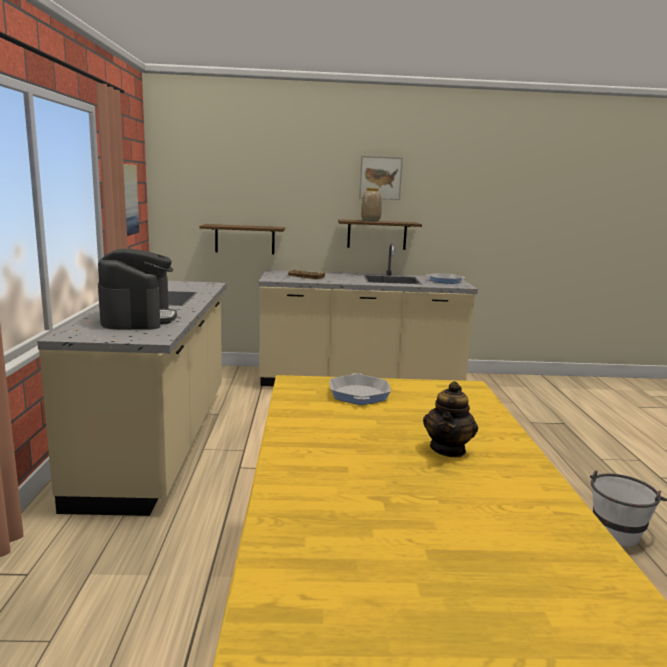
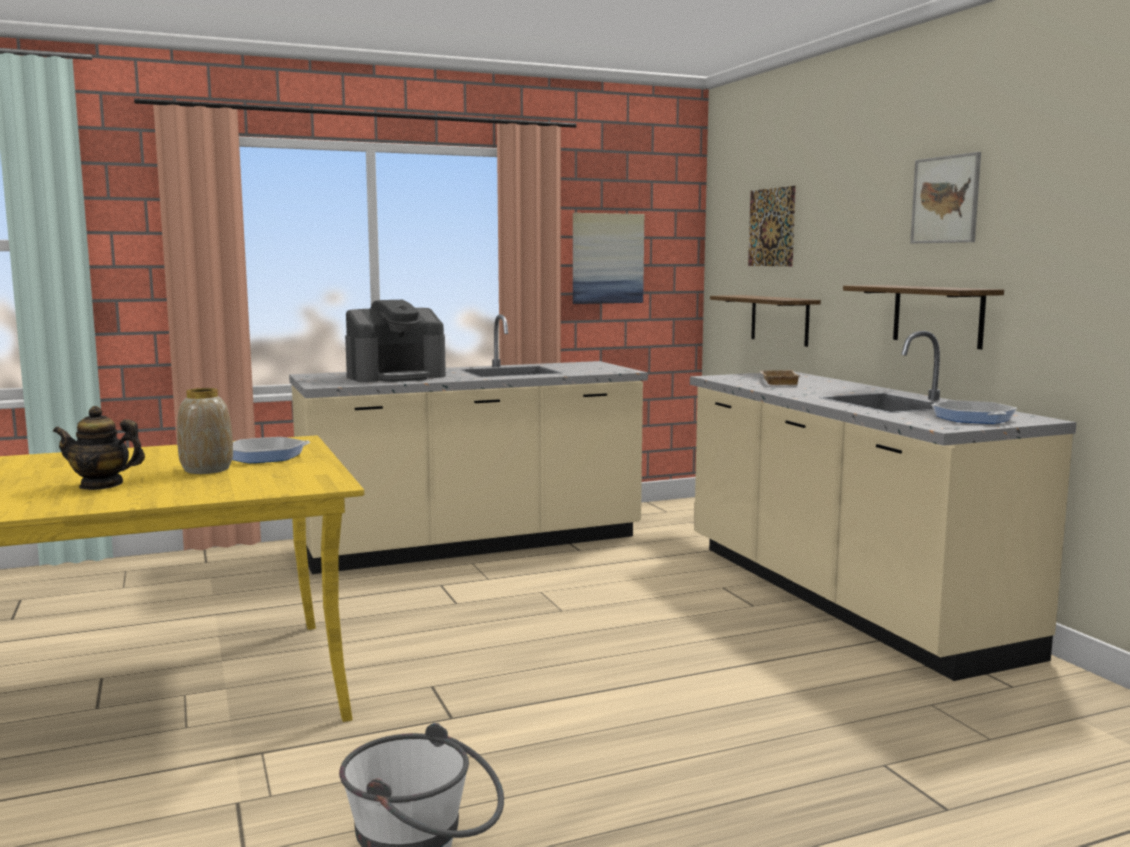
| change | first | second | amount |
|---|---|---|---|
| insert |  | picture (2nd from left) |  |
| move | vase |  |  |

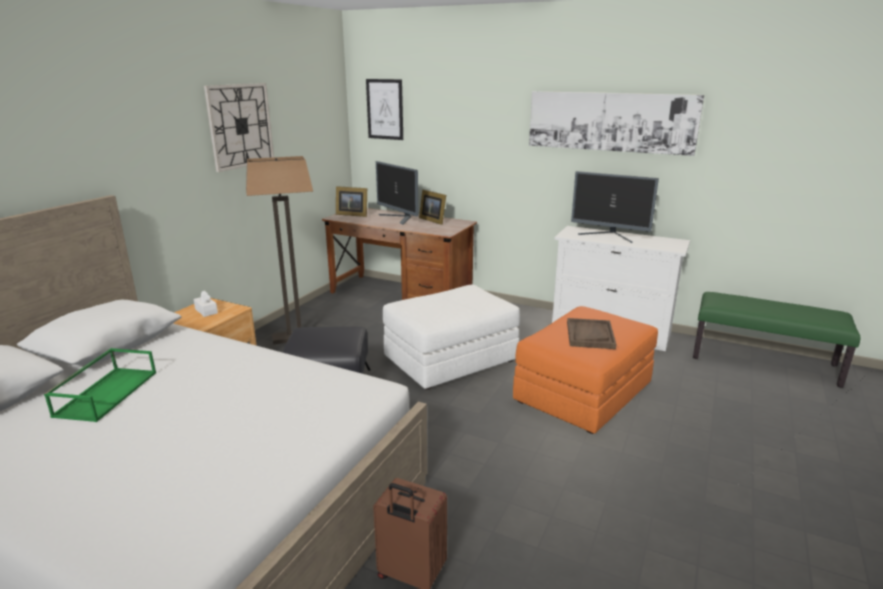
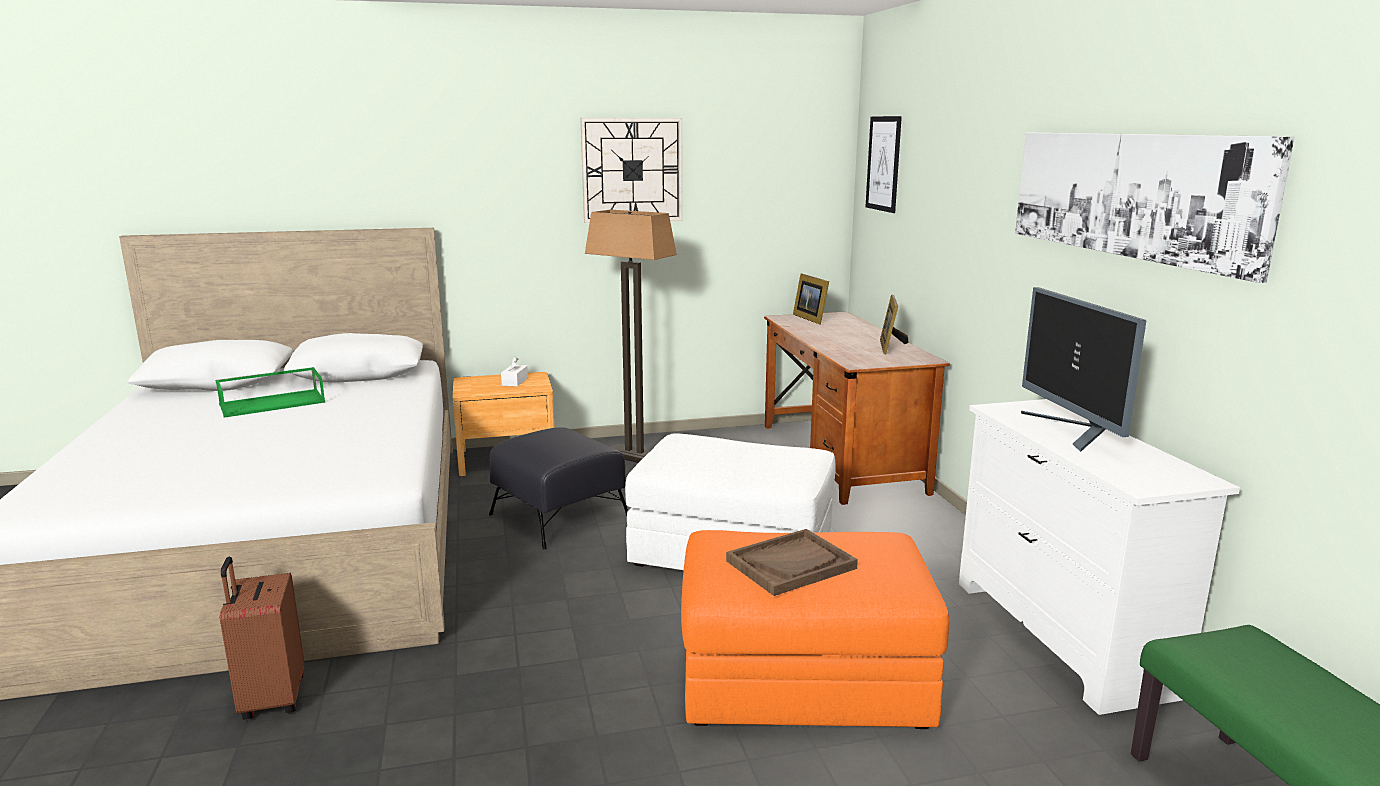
| change | first | second | amount |
|---|---|---|---|
| delete | monitor (1st from left) |  |  |

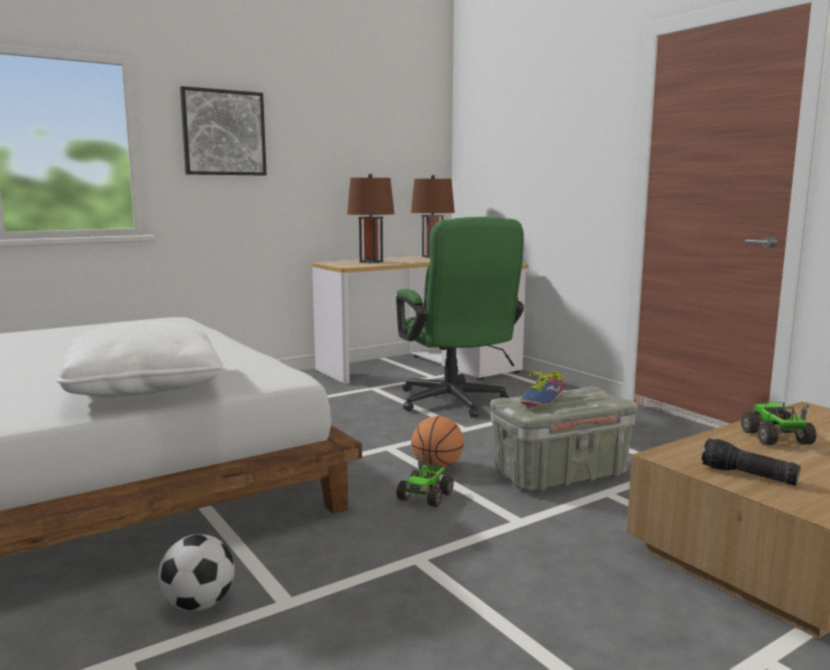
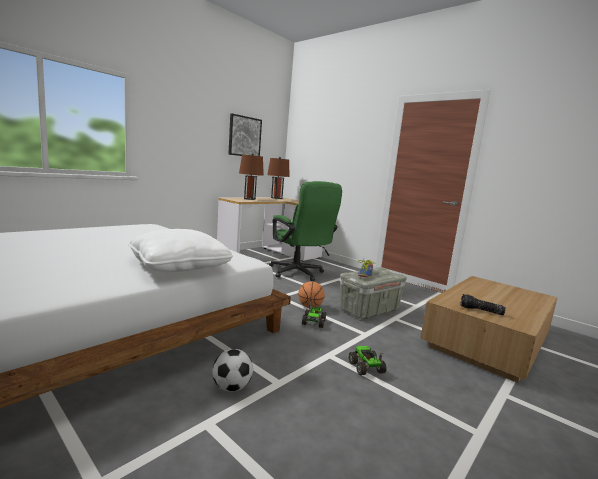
| change | first | second | amount |
|---|---|---|---|
| move | picture |  |  |
| move | toy truck (2nd from left) |  |  |

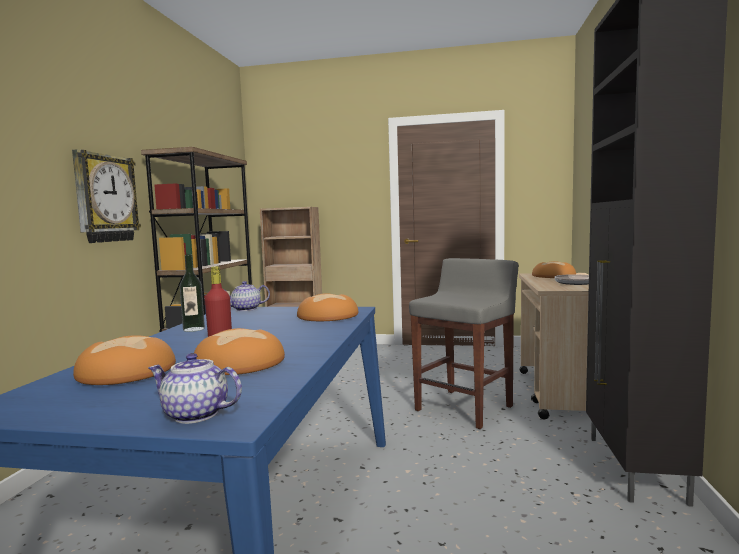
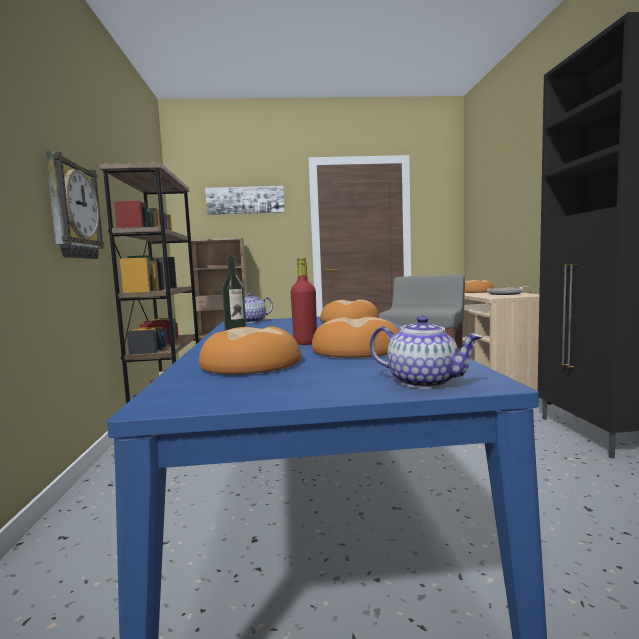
| change | first | second | amount |
|---|---|---|---|
| insert |  | picture |  |
| rotate | teapot (1st from left in the first image) | teapot (2nd from left) | 150 degrees counterclockwise |

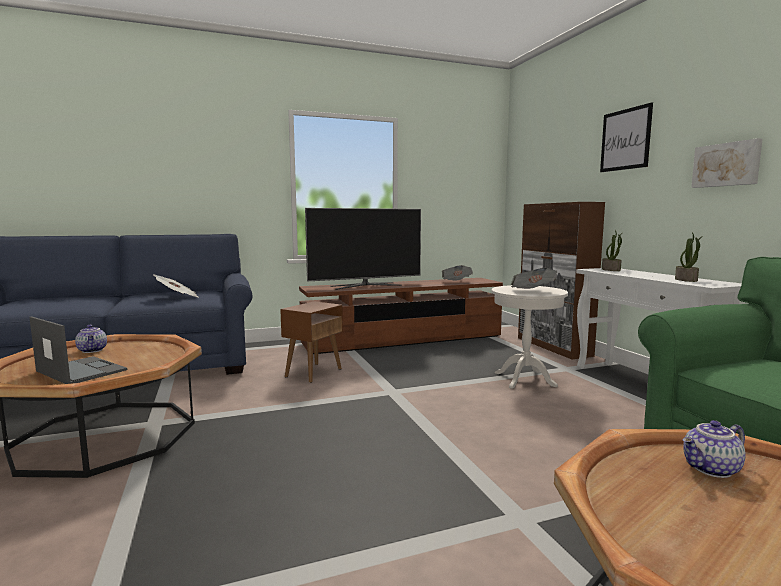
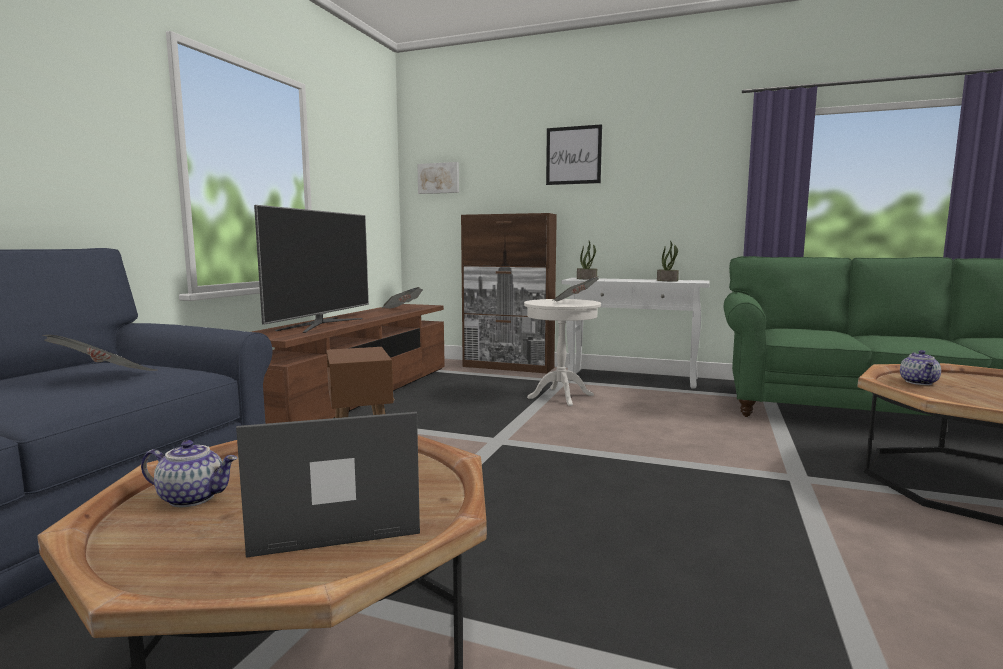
| change | first | second | amount |
|---|---|---|---|
| move | picture (2nd from left in the first image) | picture (1st from left) |  |

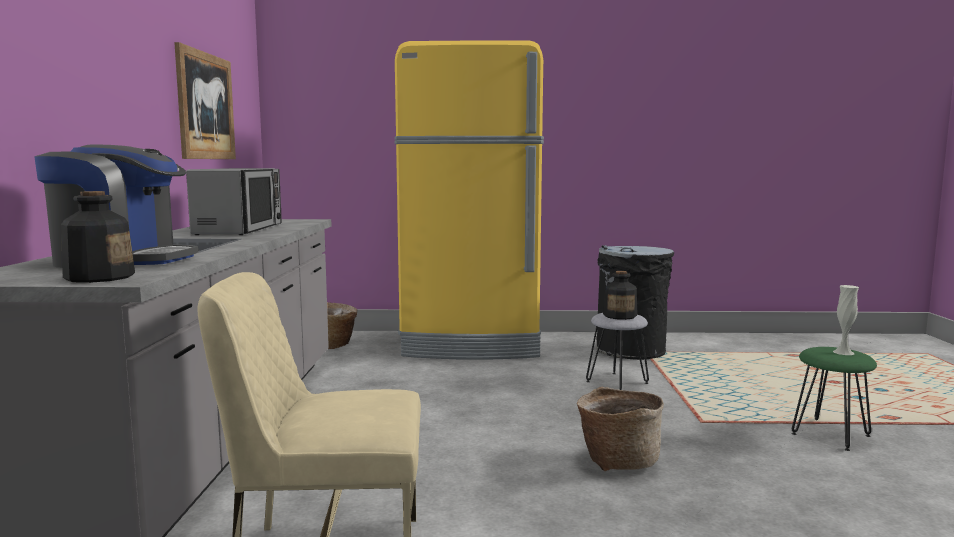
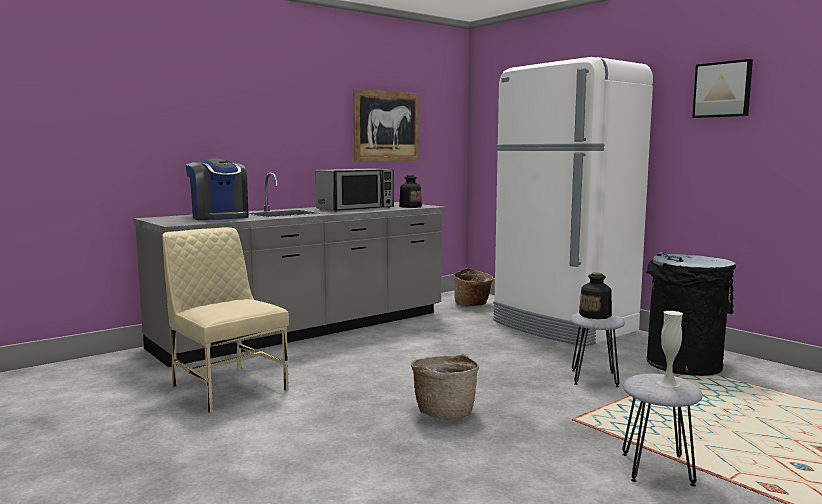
| change | first | second | amount |
|---|---|---|---|
| insert |  | picture (2nd from left) |  |
| move | bottle (1st from left) |  |  |
| recolor | yellow fridge | white fridge |  |
| recolor | green stool | grey stool (2nd from left) |  |

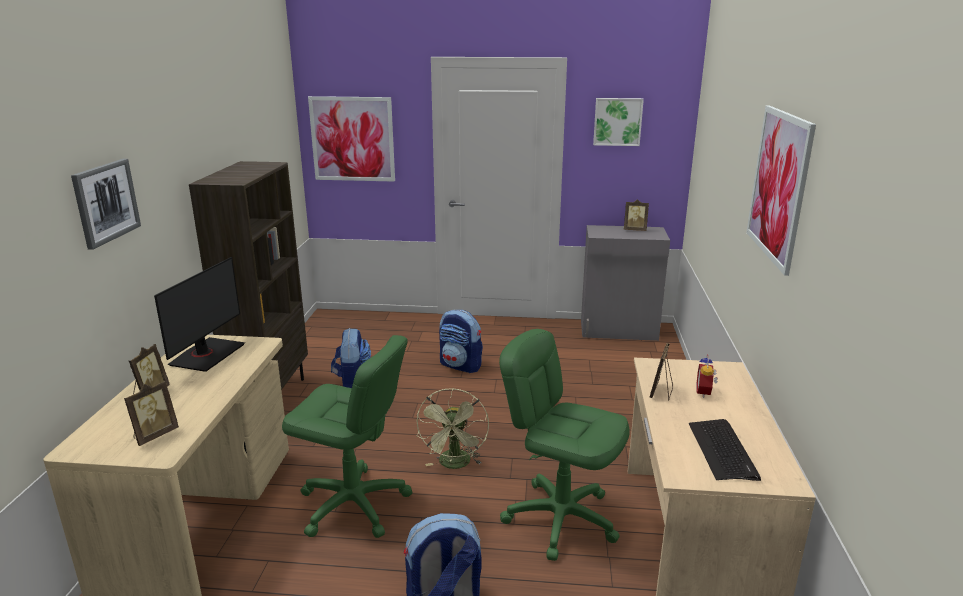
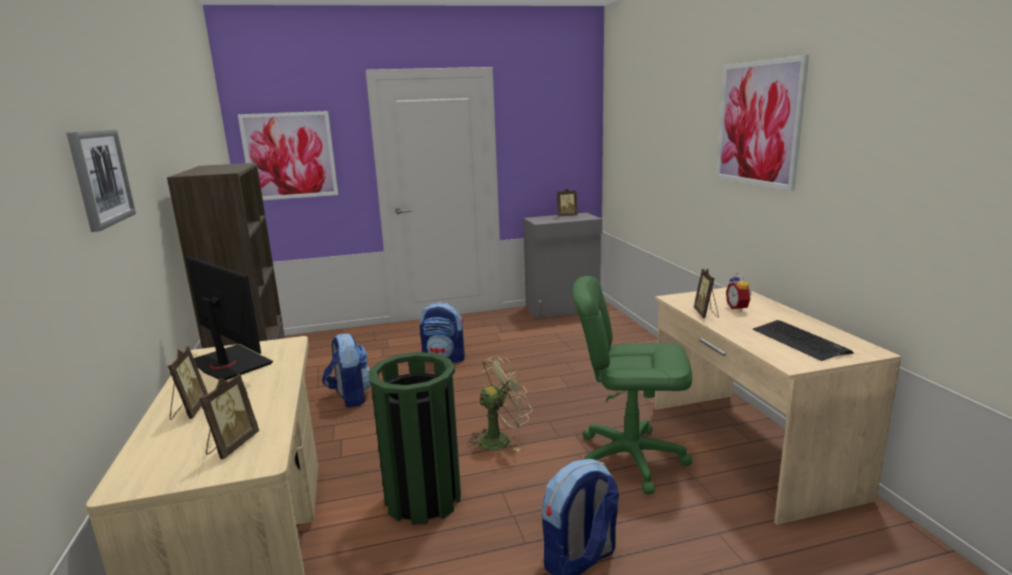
| change | first | second | amount |
|---|---|---|---|
| delete | picture (3rd from left) |  |  |
| replace | green office chair (1st from left) | green trash can |  |
| rotate | monitor |  | 45 degrees counterclockwise |
| rotate | green fan |  | 105 degrees counterclockwise |

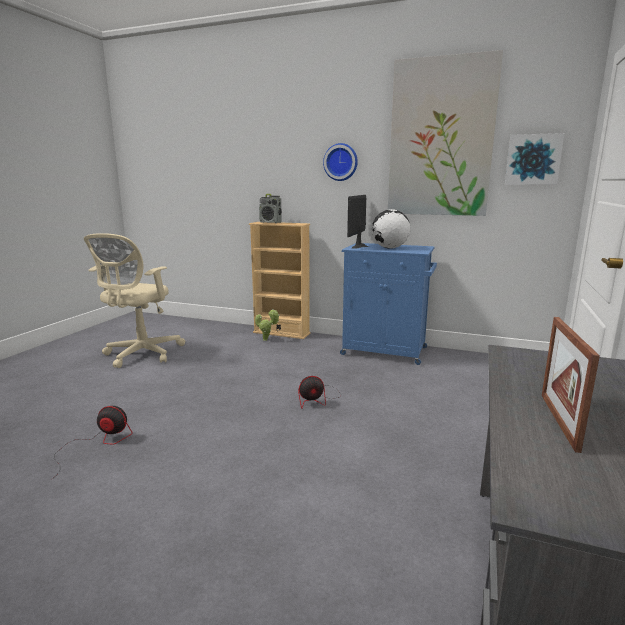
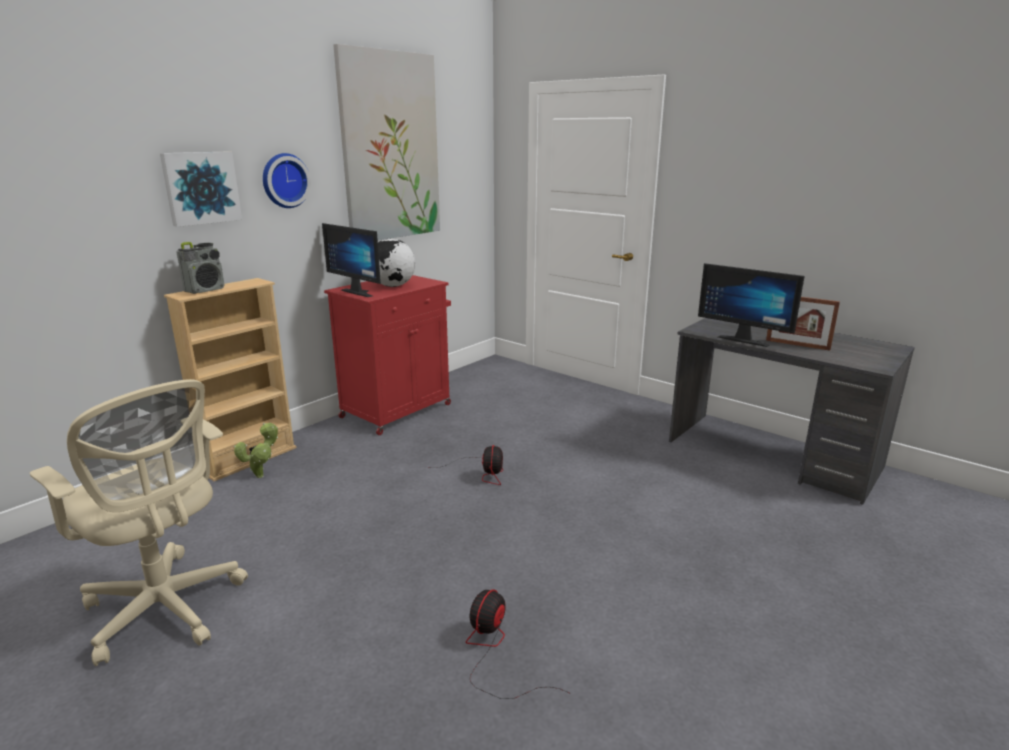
| change | first | second | amount |
|---|---|---|---|
| insert |  | monitor (2nd from left) |  |
| move | picture (2nd from left in the first image) | picture (1st from left) |  |
| recolor | blue cabinet | red cabinet |  |

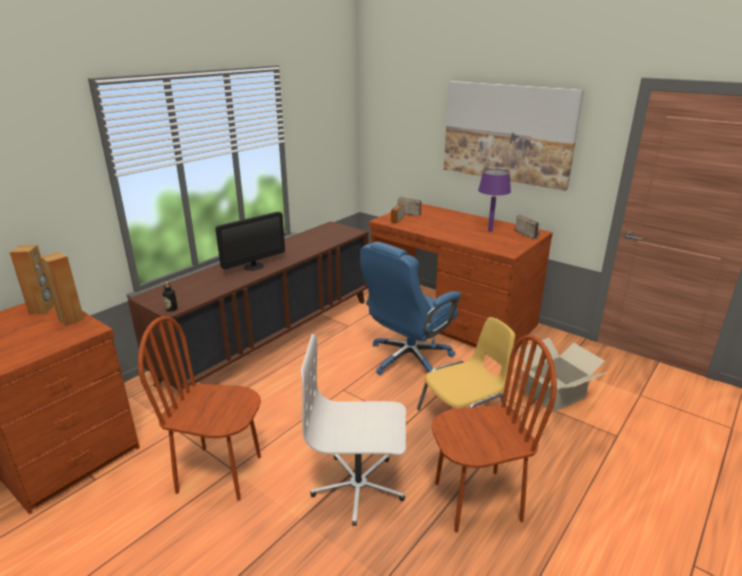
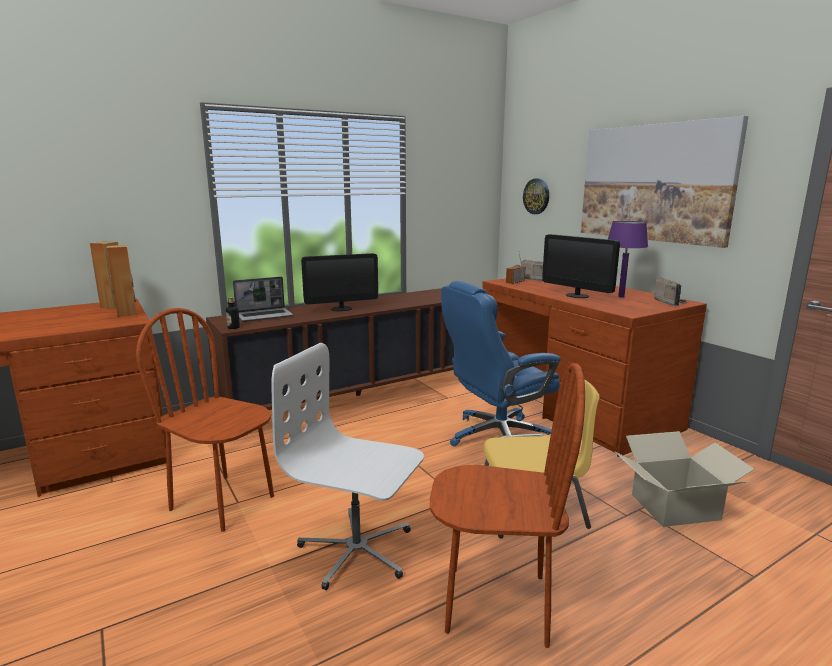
| change | first | second | amount |
|---|---|---|---|
| insert |  | laptop |  |
| insert |  | wall clock |  |
| insert |  | monitor (2nd from left) |  |

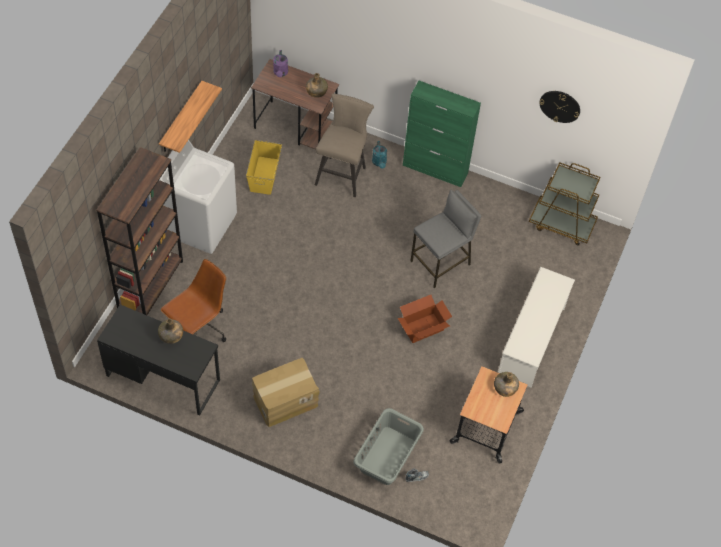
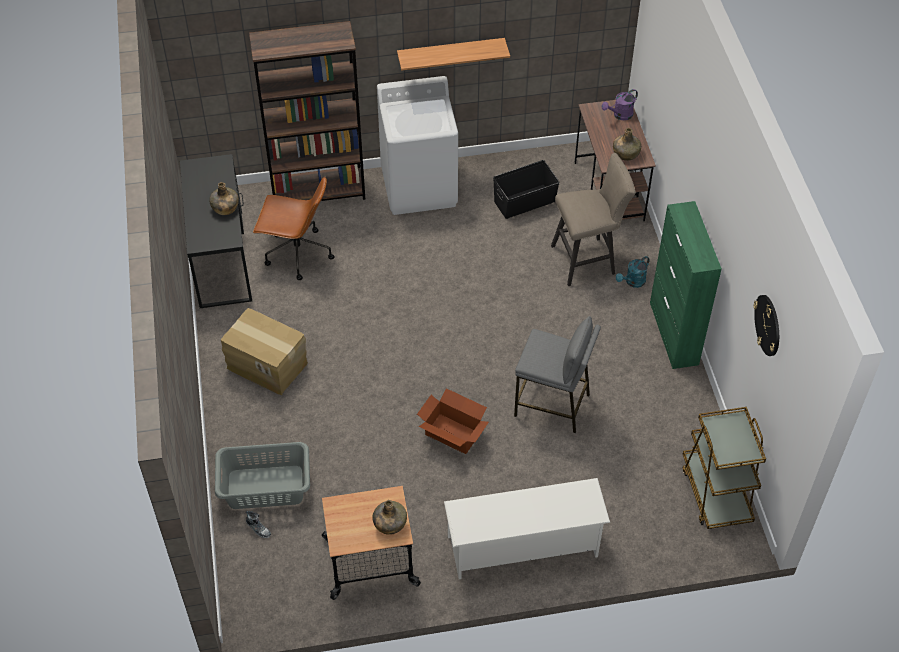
| change | first | second | amount |
|---|---|---|---|
| recolor | yellow storage box | black storage box |  |

